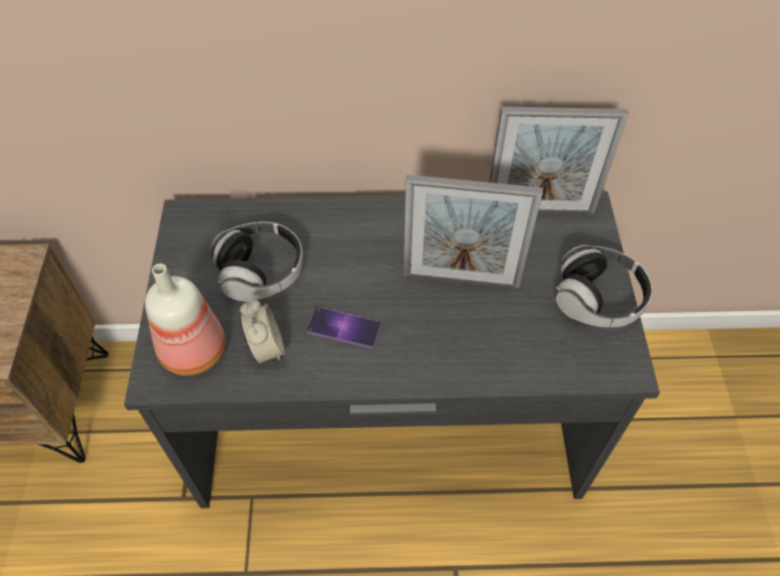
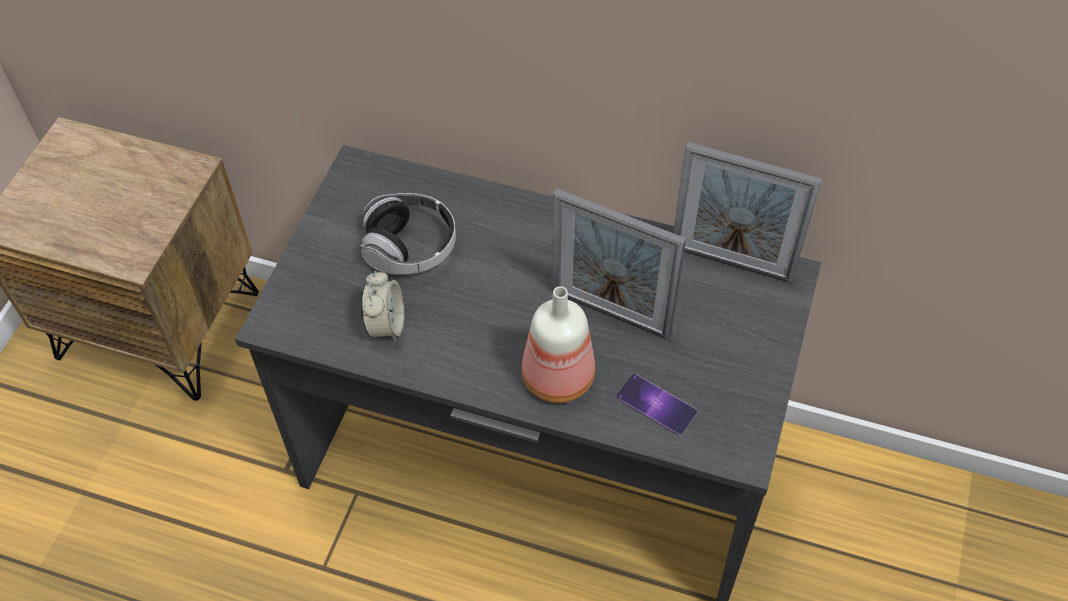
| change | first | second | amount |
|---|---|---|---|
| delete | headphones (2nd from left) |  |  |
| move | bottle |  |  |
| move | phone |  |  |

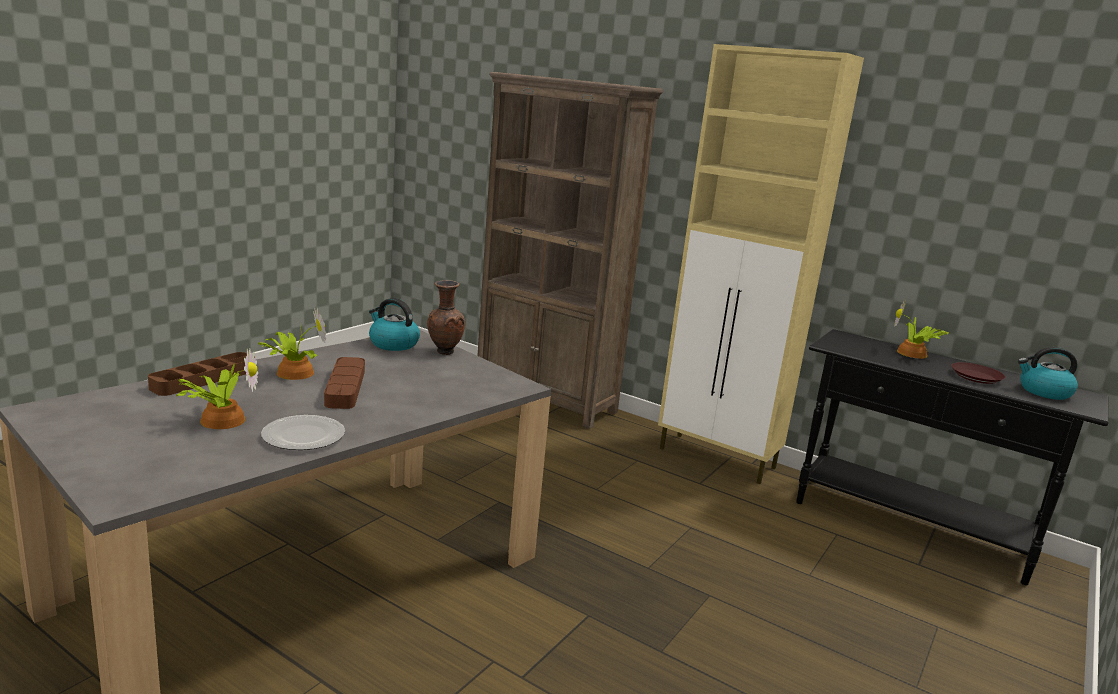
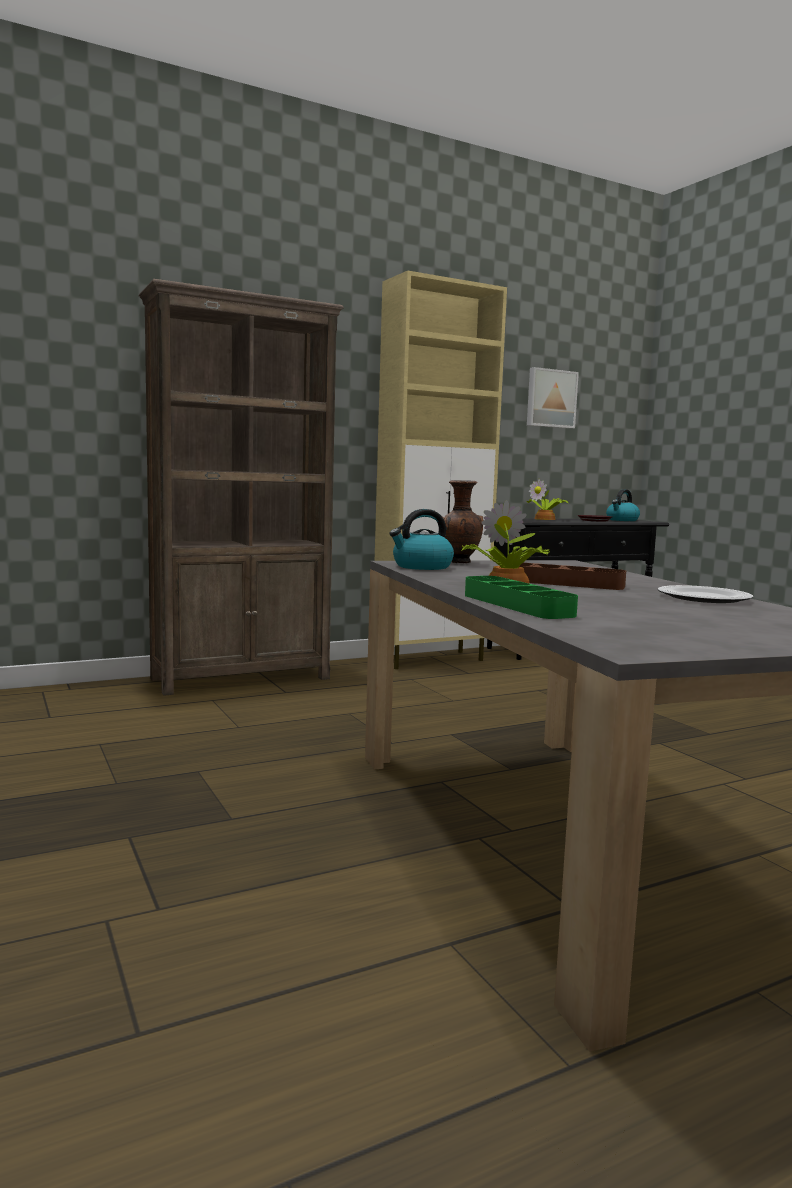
| change | first | second | amount |
|---|---|---|---|
| delete | potted plant (1st from left) |  |  |
| insert |  | picture |  |
| recolor | brown tray (1st from left) | green tray |  |

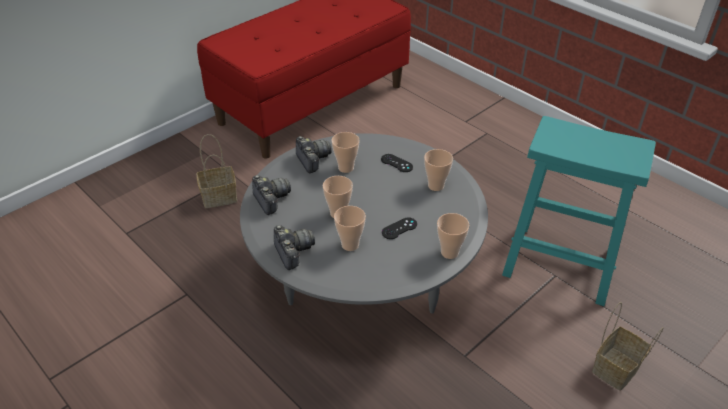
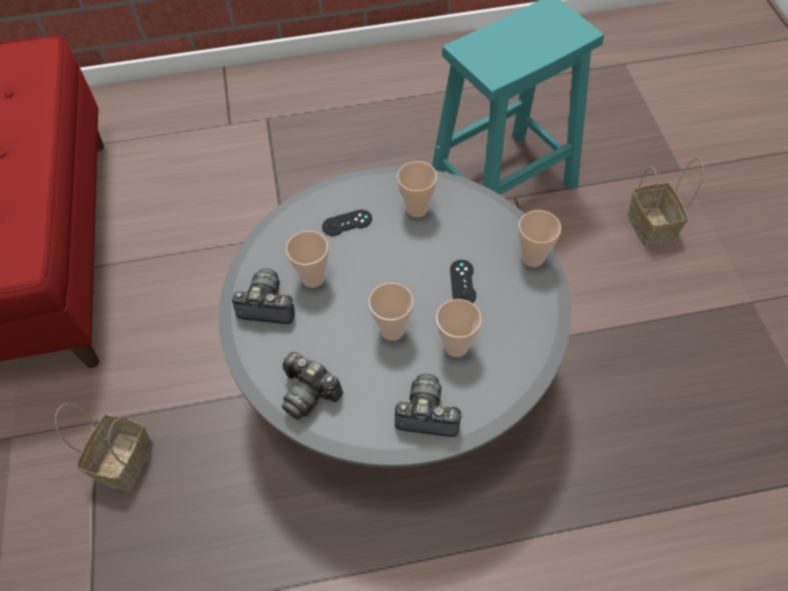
| change | first | second | amount |
|---|---|---|---|
| rotate | photo camera (1st from left in the first image) | photo camera (2nd from left) | 150 degrees counterclockwise |

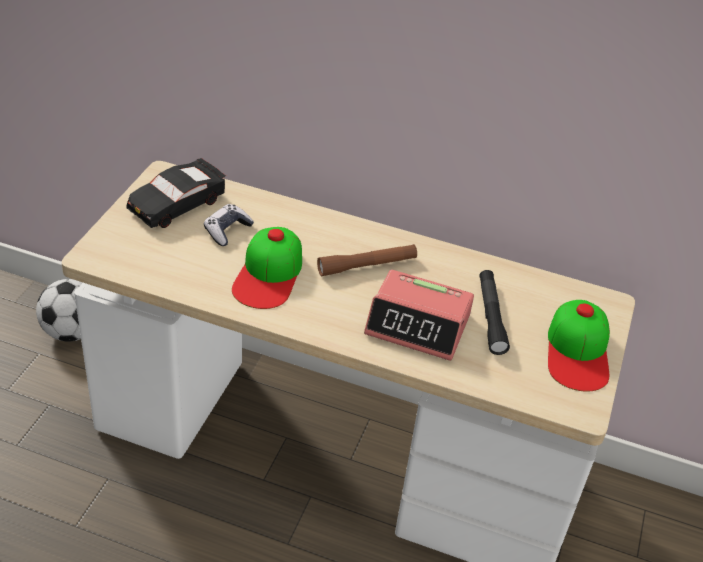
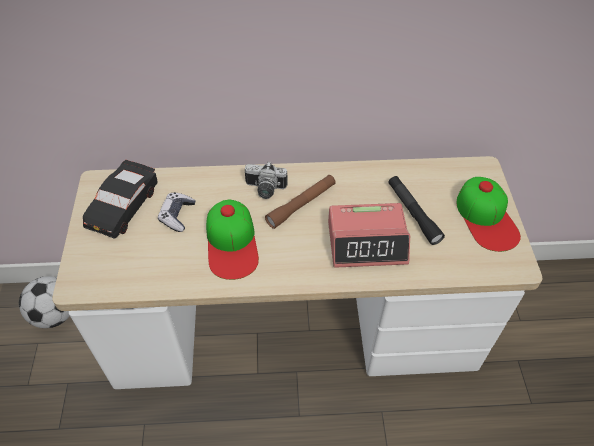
| change | first | second | amount |
|---|---|---|---|
| insert |  | photo camera |  |

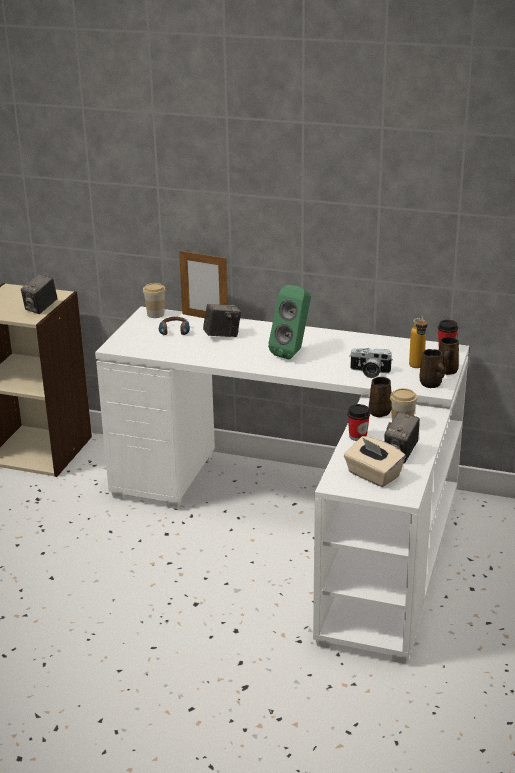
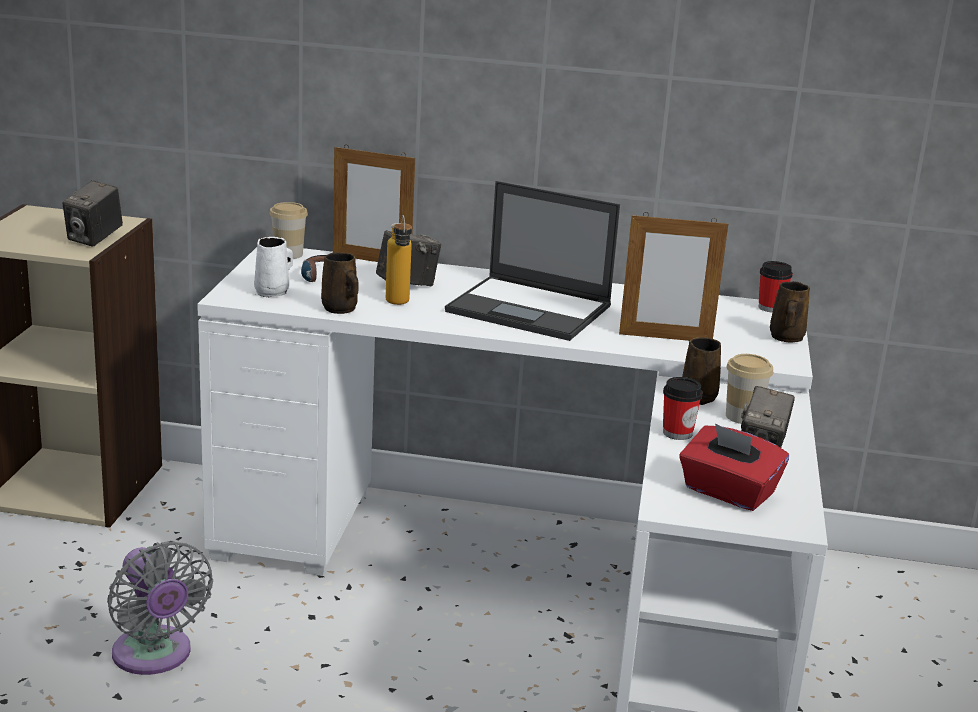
| change | first | second | amount |
|---|---|---|---|
| insert |  | grey fan |  |
| insert |  | white mug |  |
| move | bottle |  |  |
| move | brown mug (2nd from left in the first image) | brown mug (1st from left) |  |
| replace | green speaker | laptop |  |
| replace | photo camera (3rd from left) | picture frame (2nd from left) |  |
| recolor | beige tissue box | red tissue box |  |

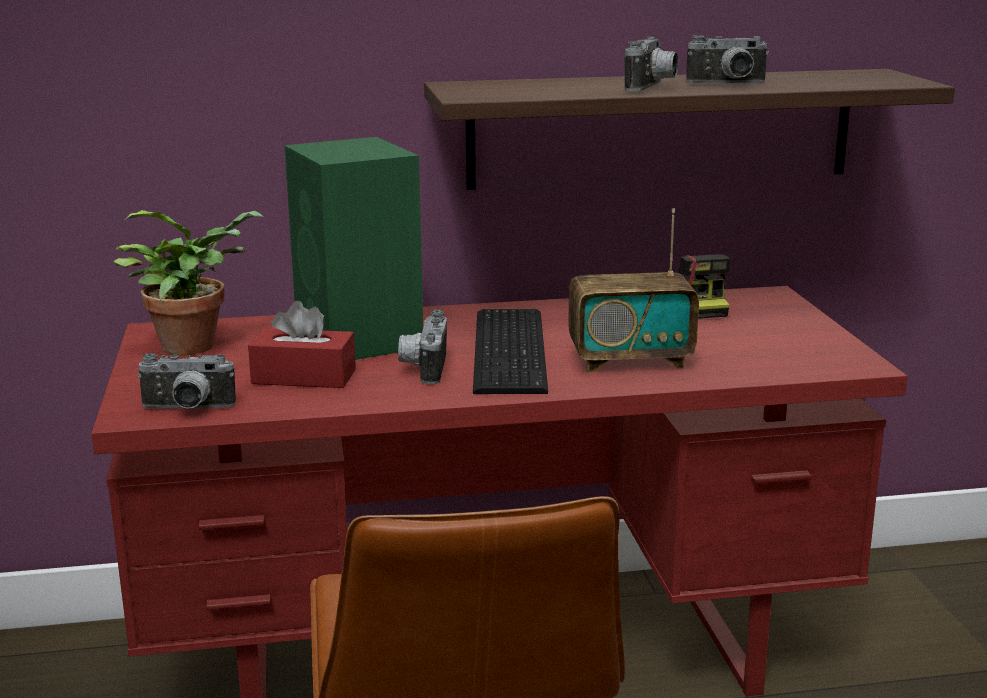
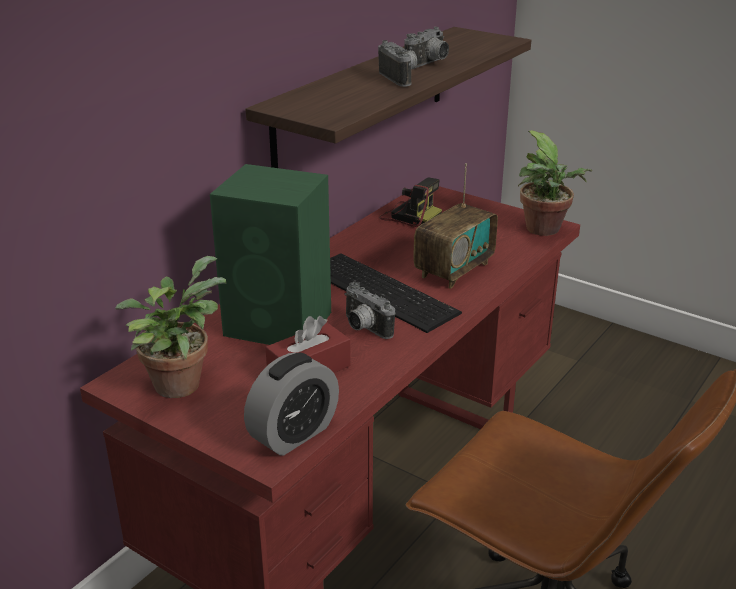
| change | first | second | amount |
|---|---|---|---|
| insert |  | potted plant (2nd from left) |  |
| replace | photo camera (1st from left) | alarm clock |  |

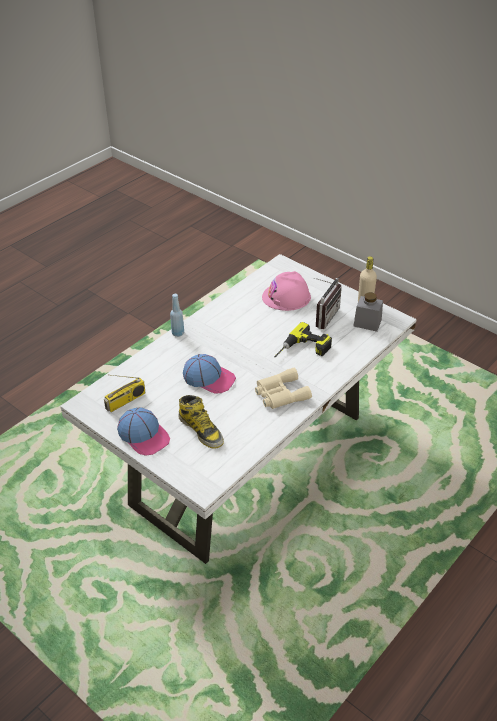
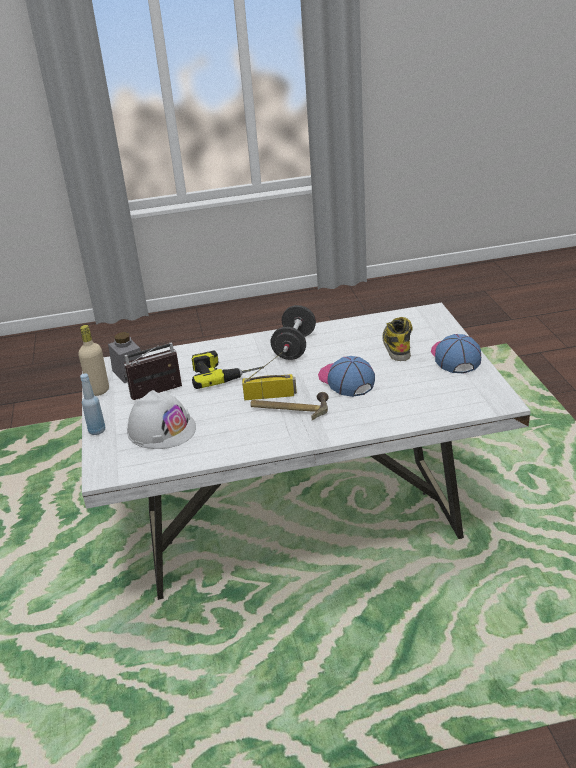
| change | first | second | amount |
|---|---|---|---|
| insert |  | hammer |  |
| move | radio (1st from left in the first image) | radio (2nd from left) |  |
| move | blue bottle |  |  |
| replace | beige binoculars | black dumbbell |  |
| recolor | pink hard hat | white hard hat |  |

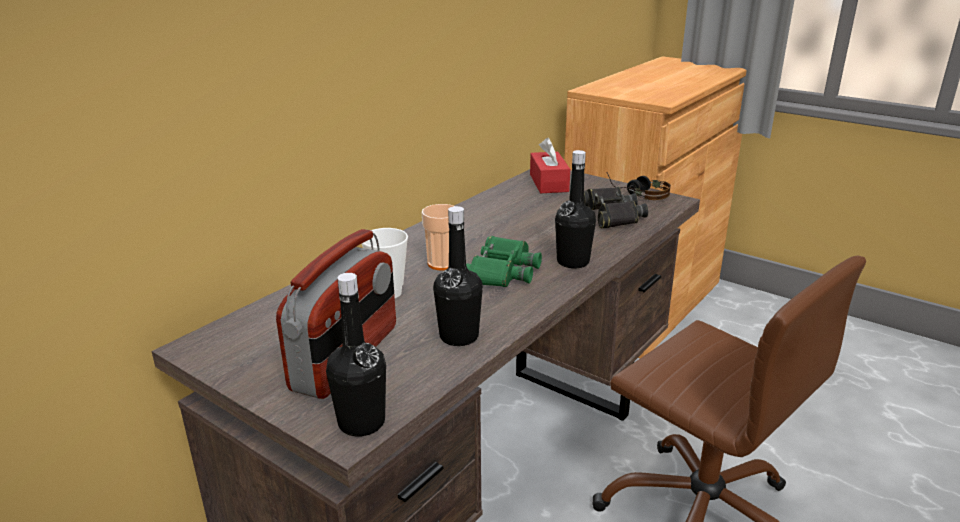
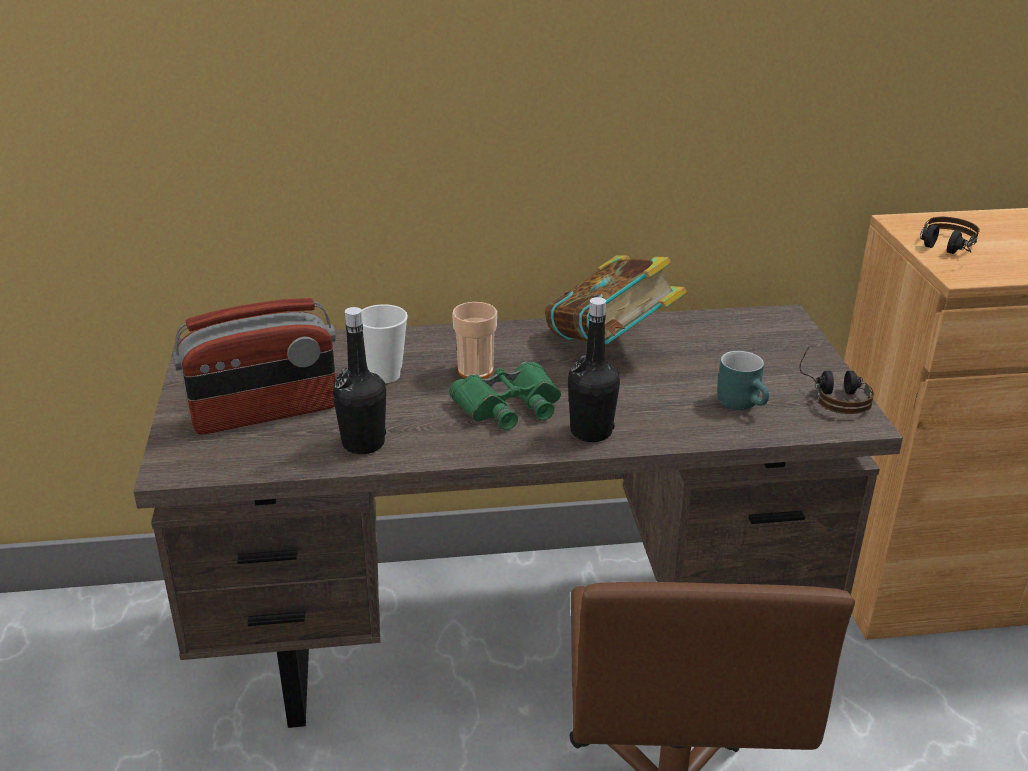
| change | first | second | amount |
|---|---|---|---|
| delete | black bottle (1st from left) |  |  |
| delete | red tissue box |  |  |
| insert |  | book |  |
| insert |  | headphones (2nd from left) |  |
| replace | black binoculars | turquoise mug |  |

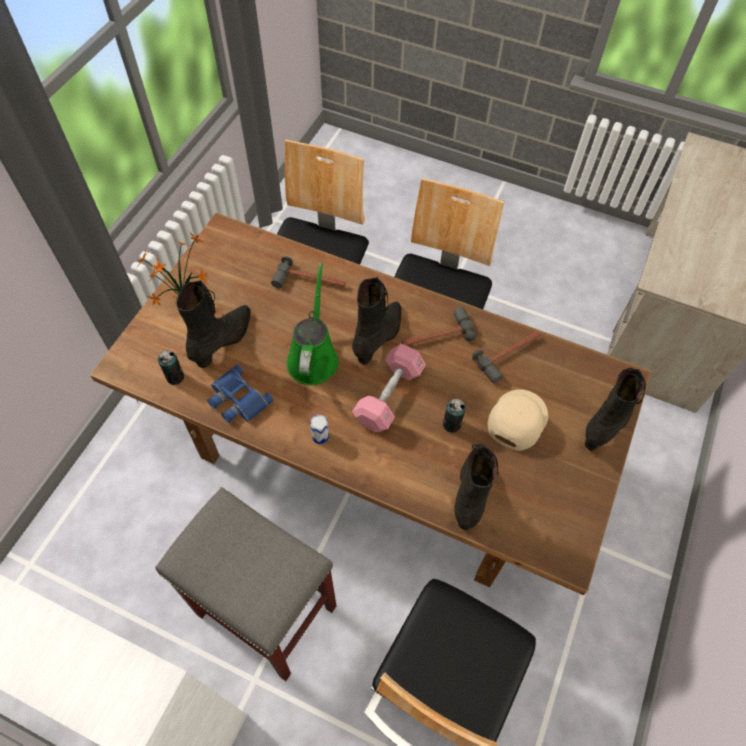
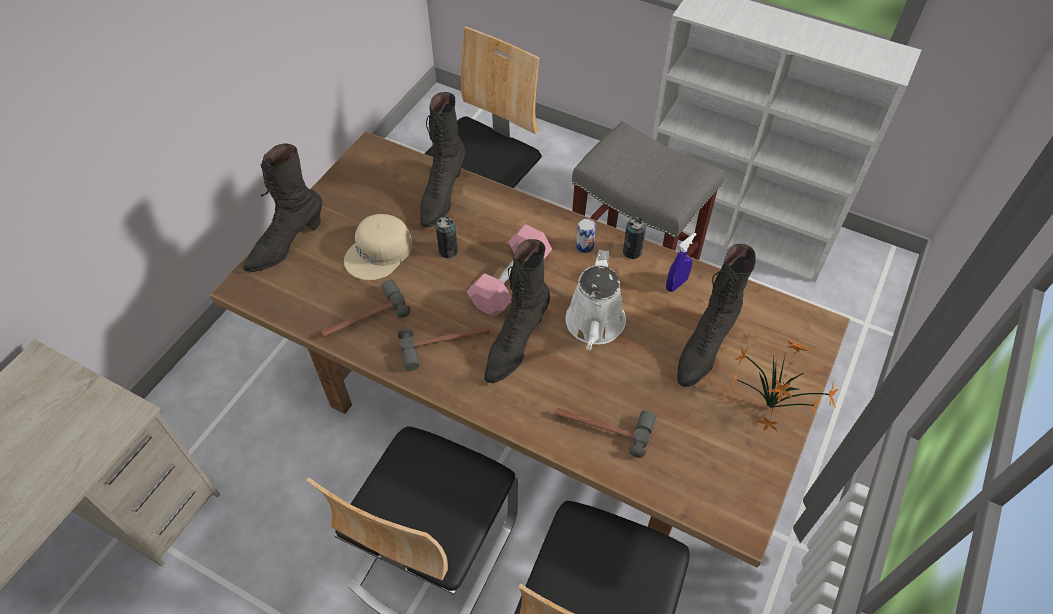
| change | first | second | amount |
|---|---|---|---|
| move | can (1st from left in the first image) | can (3rd from left) |  |
| replace | blue binoculars | blue spray bottle |  |
| recolor | green watering can | white watering can |  |

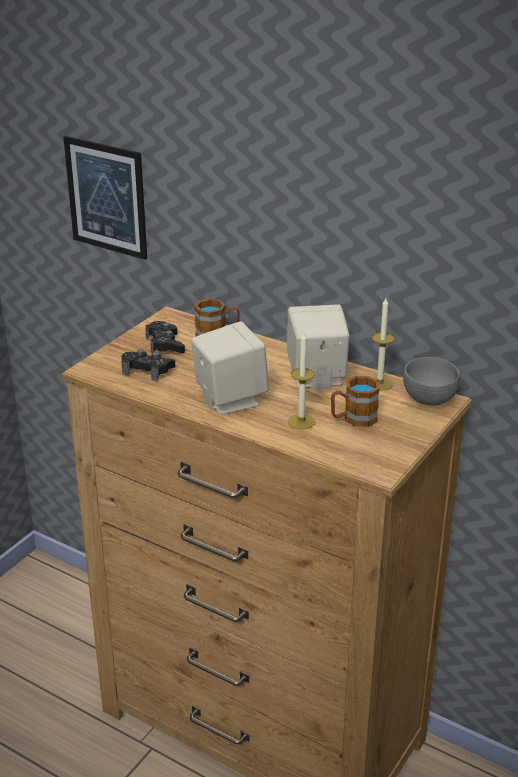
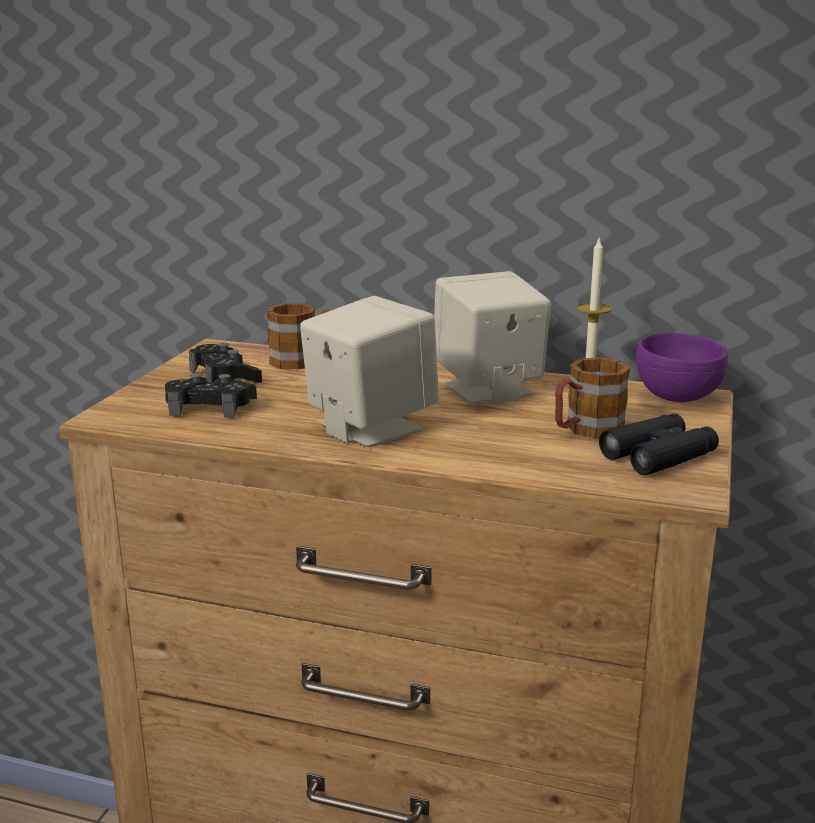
| change | first | second | amount |
|---|---|---|---|
| delete | picture |  |  |
| delete | candle (1st from left) |  |  |
| insert |  | black binoculars |  |
| recolor | grey bowl | purple bowl |  |

